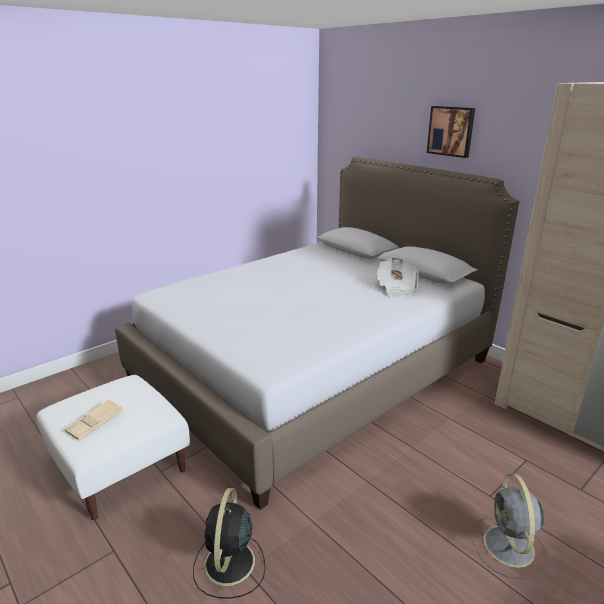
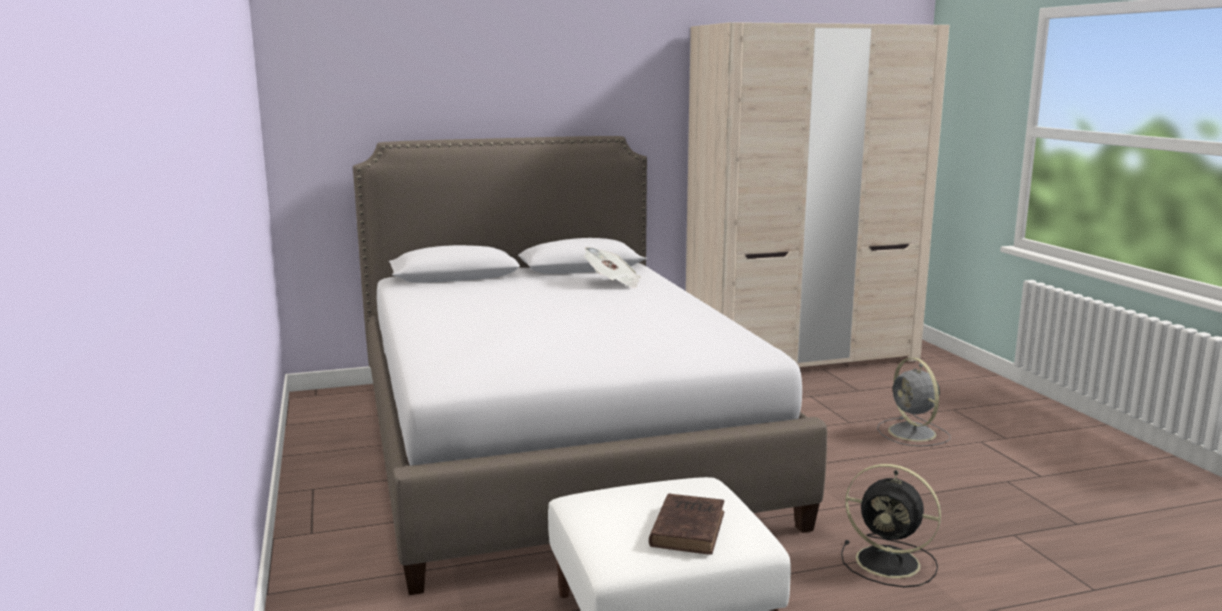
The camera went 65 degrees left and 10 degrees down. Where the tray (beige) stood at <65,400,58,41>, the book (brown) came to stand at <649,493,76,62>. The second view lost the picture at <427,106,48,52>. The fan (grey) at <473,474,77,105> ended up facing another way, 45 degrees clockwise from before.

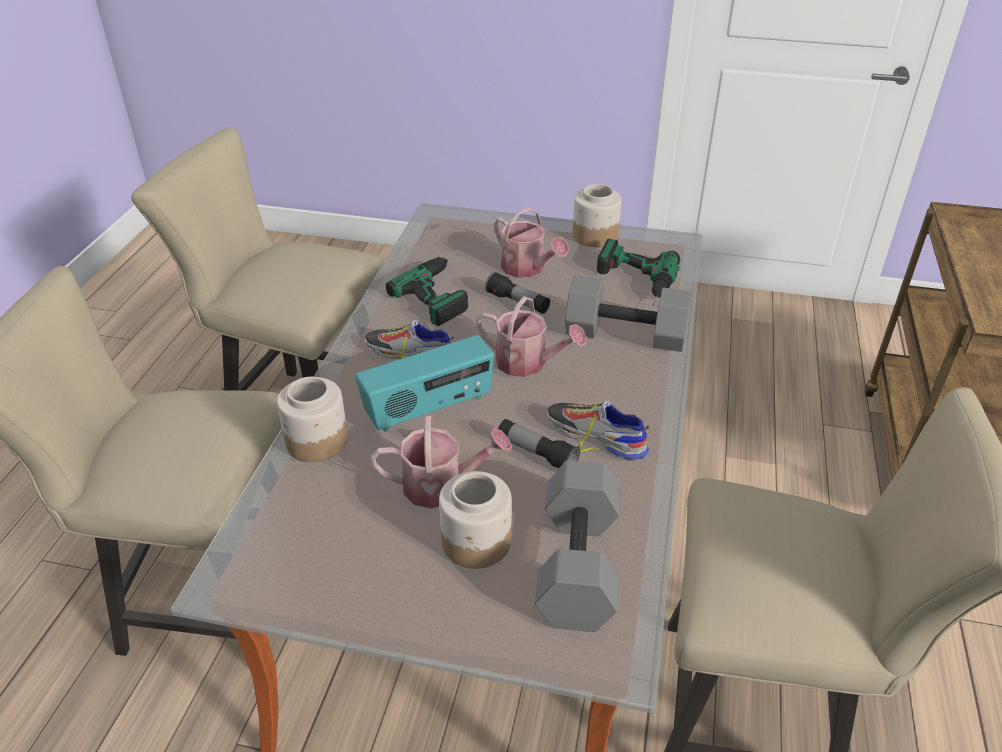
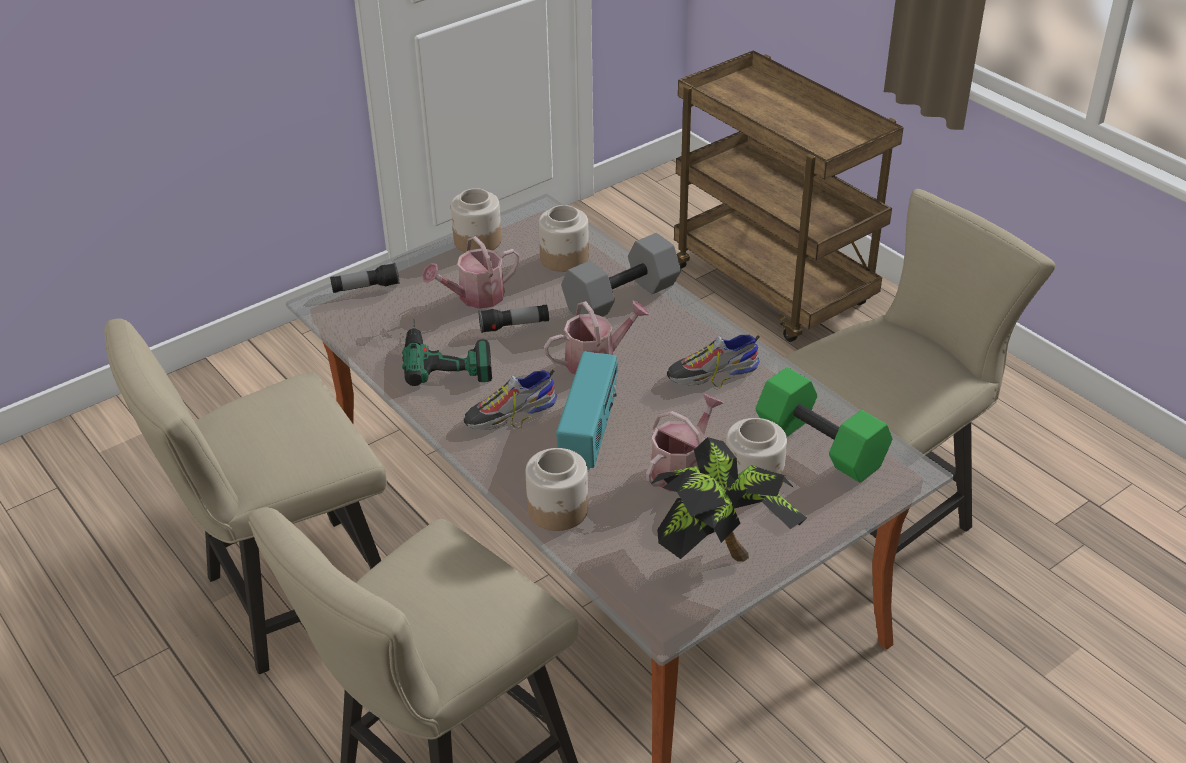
The camera went 50 degrees left and 0 degrees up. The watering can at <494,207,75,71> ended up facing another way, 150 degrees clockwise from before. The flashlight ended up elsewhere, having gone from <498,419,82,49> to <330,263,69,30>. What was the dumbbell (grey) at <535,460,85,172> turned into the dumbbell (green) at <756,367,136,116>. Where the power drill stood at <597,239,83,67>, the jar came to stand at <539,205,50,67>. The second view gained the potted plant at <651,437,156,124>.

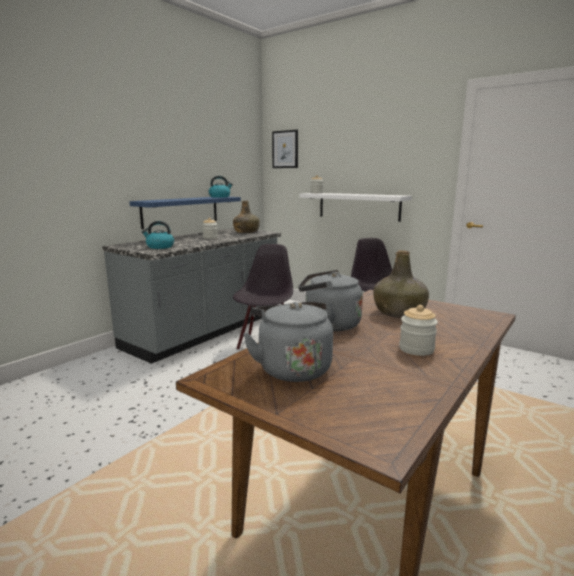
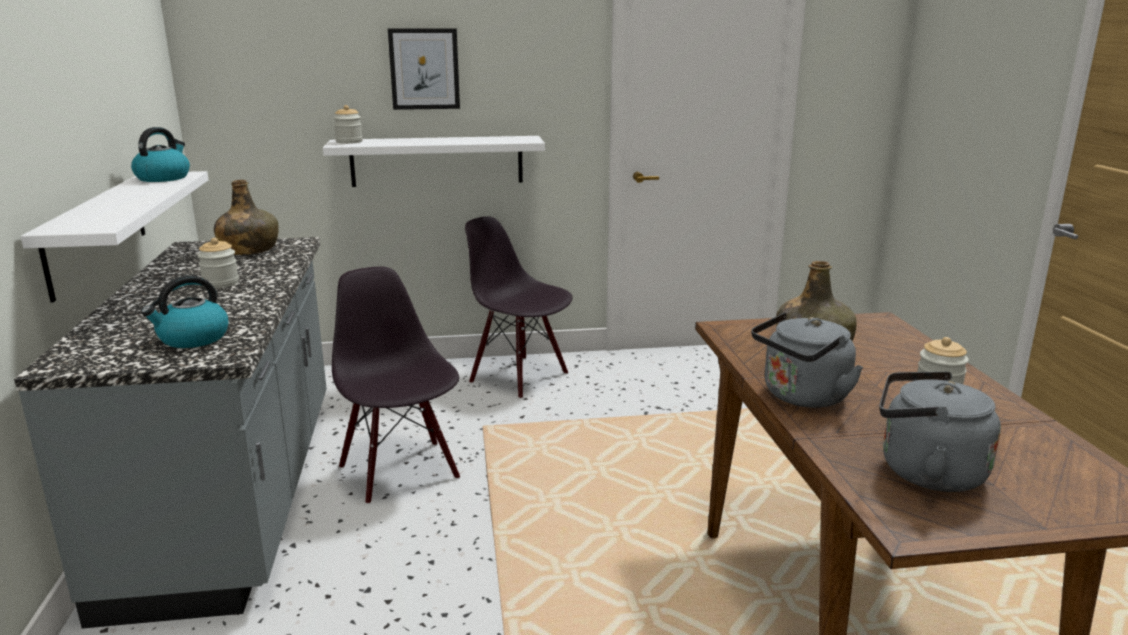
The camera went 45 degrees left and 5 degrees up. What was the shelf (blue) at <129,197,112,32> turned into the shelf (white) at <21,171,187,132>. The picture ended up elsewhere, having gone from <272,130,26,38> to <388,28,72,82>.

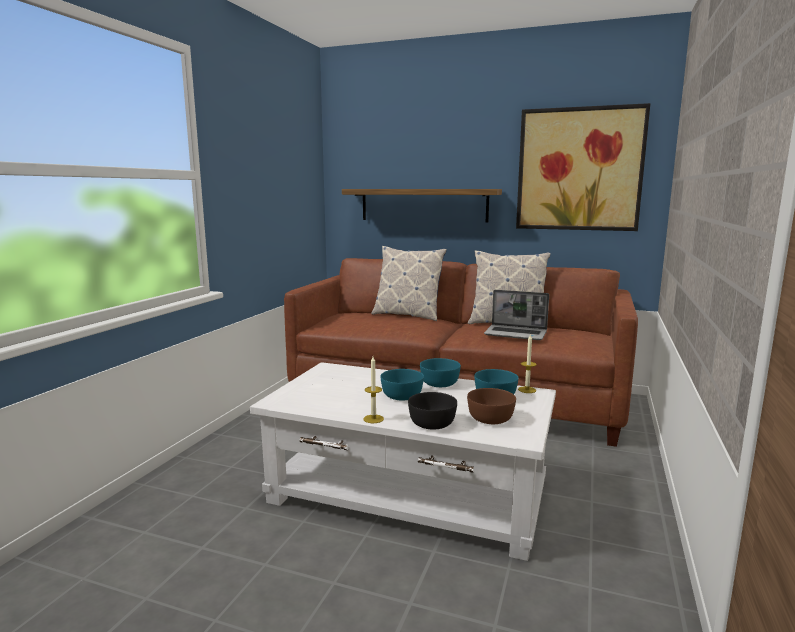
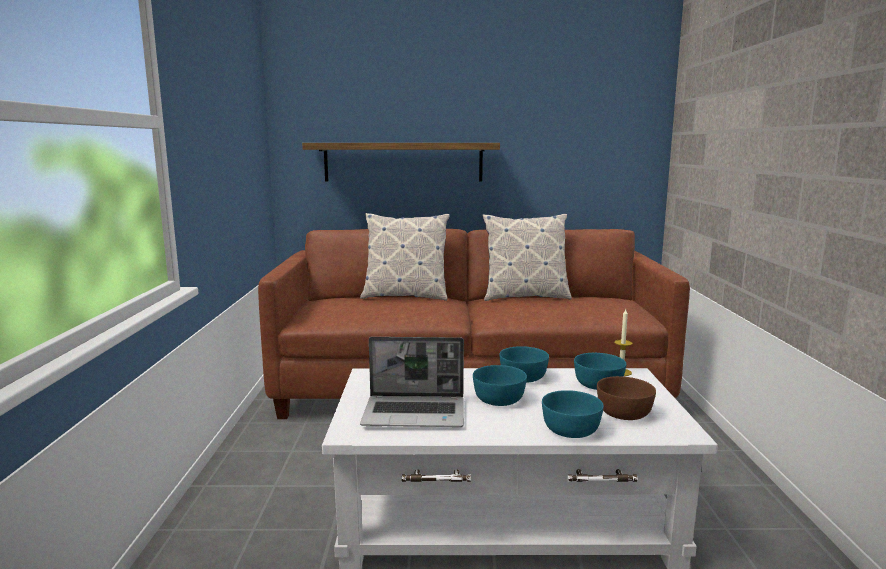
The camera went 20 degrees left and 0 degrees up. The second view lost the candle at <364,357,20,66>. What was the bowl (black) at <408,392,49,37> turned into the bowl (turquoise) at <542,390,62,48>. The laptop ended up elsewhere, having gone from <484,290,65,50> to <360,337,104,90>. The second view lost the picture at <516,103,134,128>.

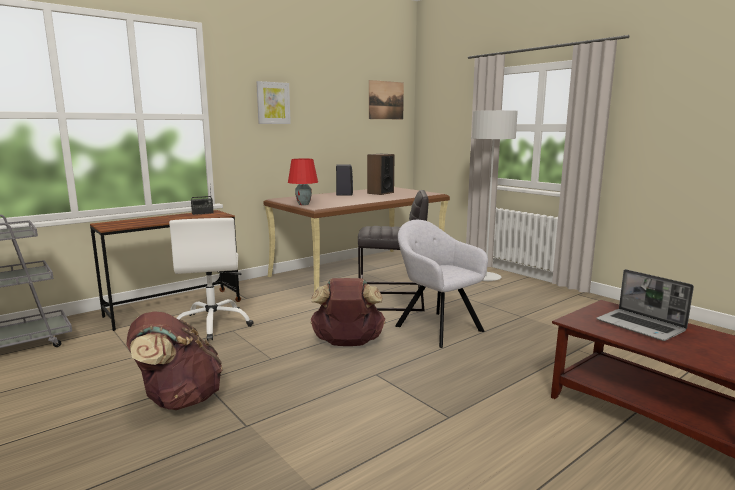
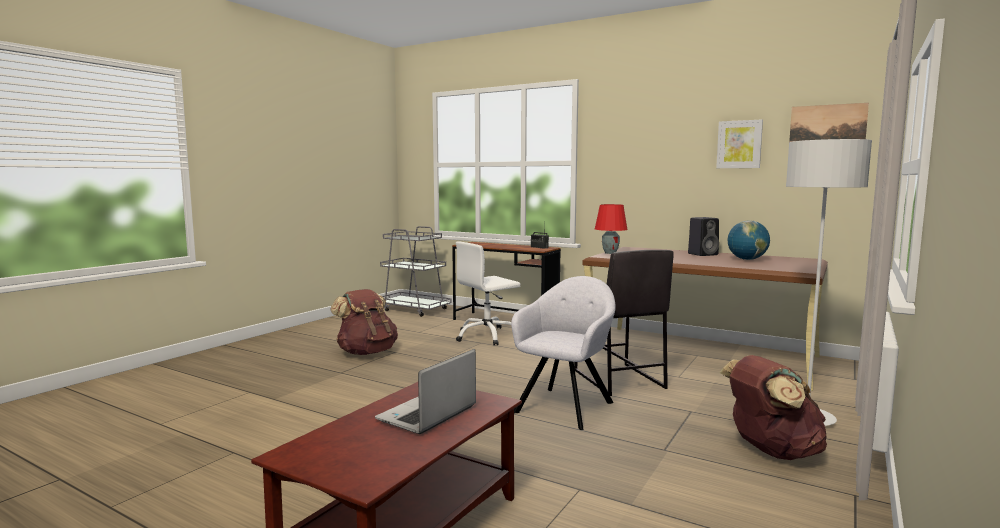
The camera went 70 degrees right and 5 degrees down. The picture ended up elsewhere, having gone from <256,81,35,43> to <716,120,47,48>. The backpack (brown) ended up elsewhere, having gone from <310,278,75,68> to <719,355,108,105>. Where the speaker stood at <367,154,28,41>, the globe came to stand at <728,221,42,39>.

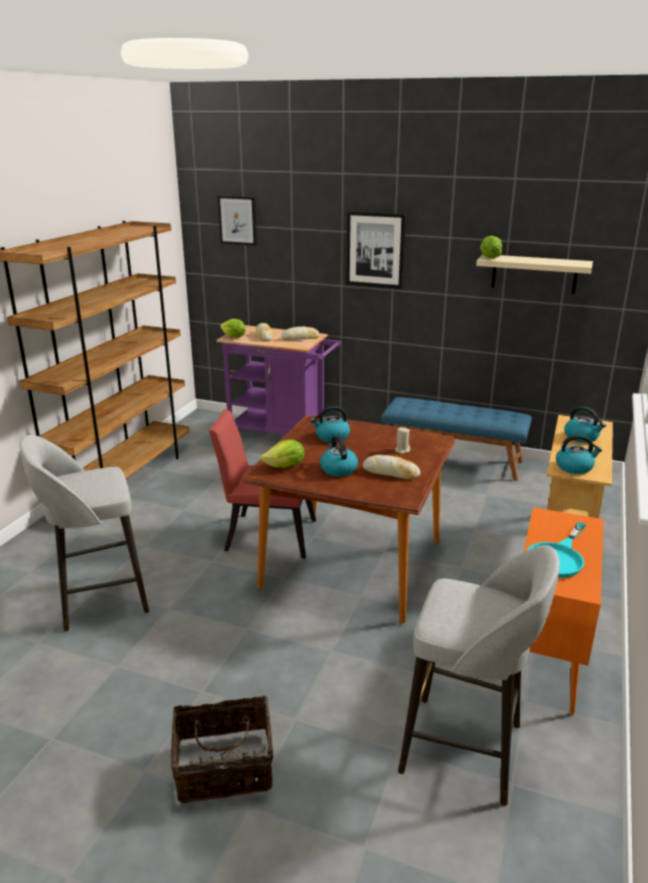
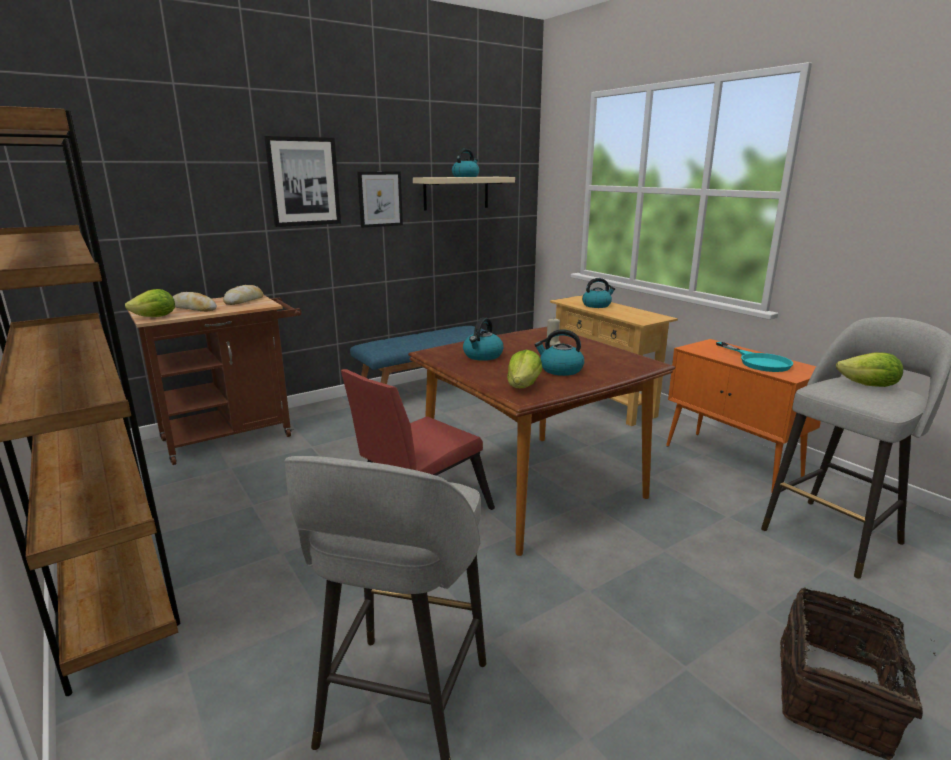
The camera went 55 degrees left and 5 degrees down. The picture ended up elsewhere, having gone from <217,195,40,51> to <357,172,46,56>. What was the cart (purple) at <217,325,124,110> turned into the cart (brown) at <128,295,173,170>. The second view lost the bread at <363,455,57,25>. The lettuce ended up elsewhere, having gone from <480,236,22,22> to <836,352,67,35>. The kettle ended up elsewhere, having gone from <556,435,46,39> to <452,149,27,28>.

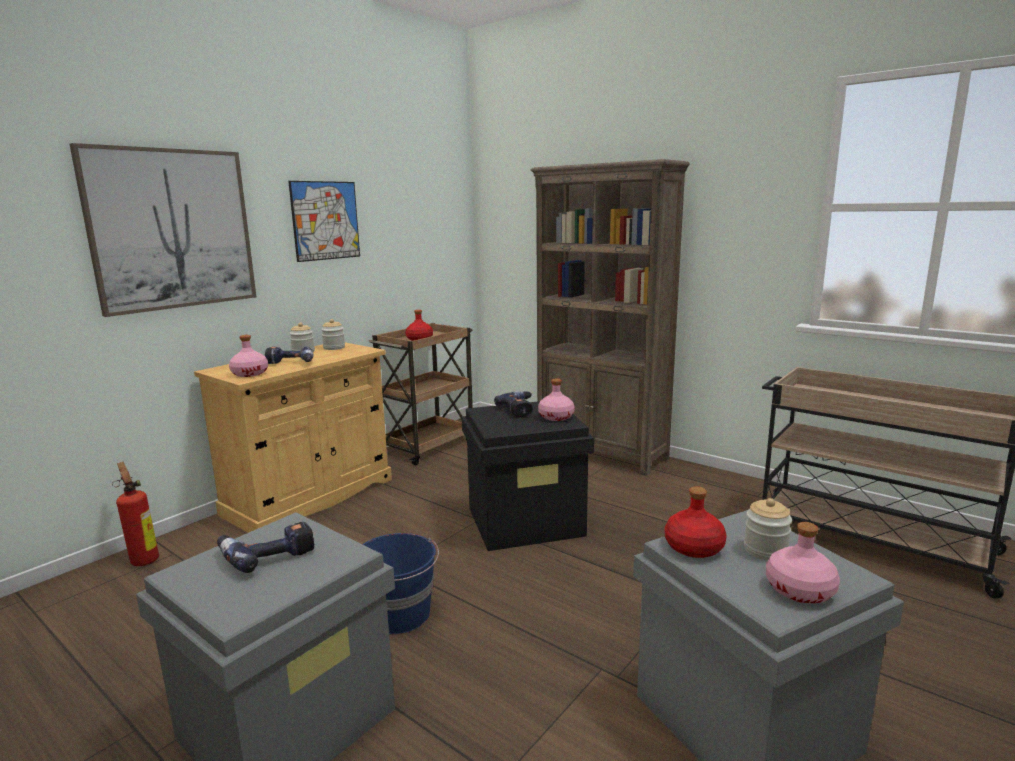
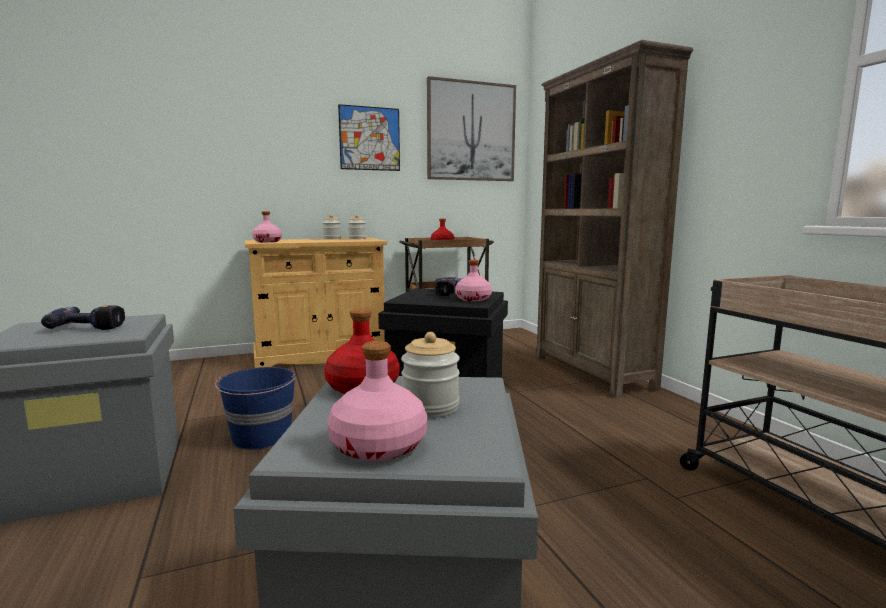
The camera went 30 degrees right and 5 degrees down. The picture ended up elsewhere, having gone from <70,143,186,174> to <427,76,89,105>. The second view lost the fire extinguisher at <112,462,47,104>. The second view lost the power drill at <265,346,49,18>.

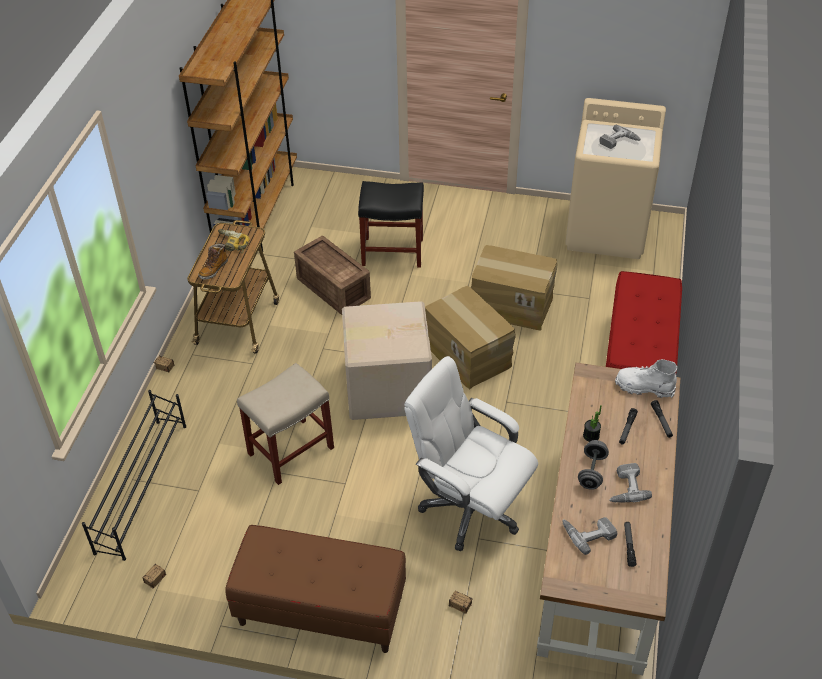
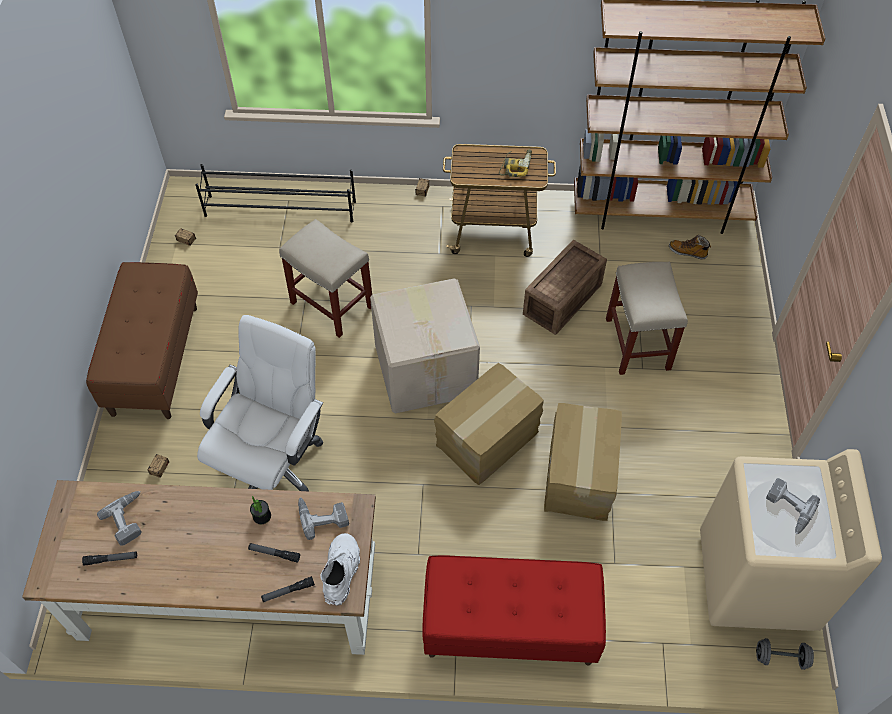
The camera went 80 degrees right and 10 degrees up. The boot ended up elsewhere, having gone from <198,243,30,37> to <669,235,42,24>. What was the stool (black) at <358,181,66,87> turned into the stool (beige) at <606,262,82,113>. The dumbbell (grey) ended up elsewhere, having gone from <578,440,31,50> to <756,638,58,32>. The power drill ended up elsewhere, having gone from <610,463,42,39> to <298,498,51,42>.

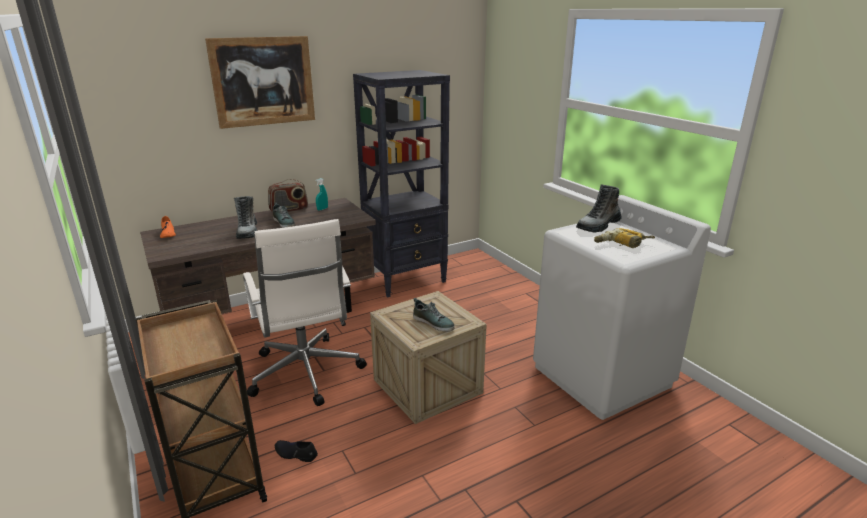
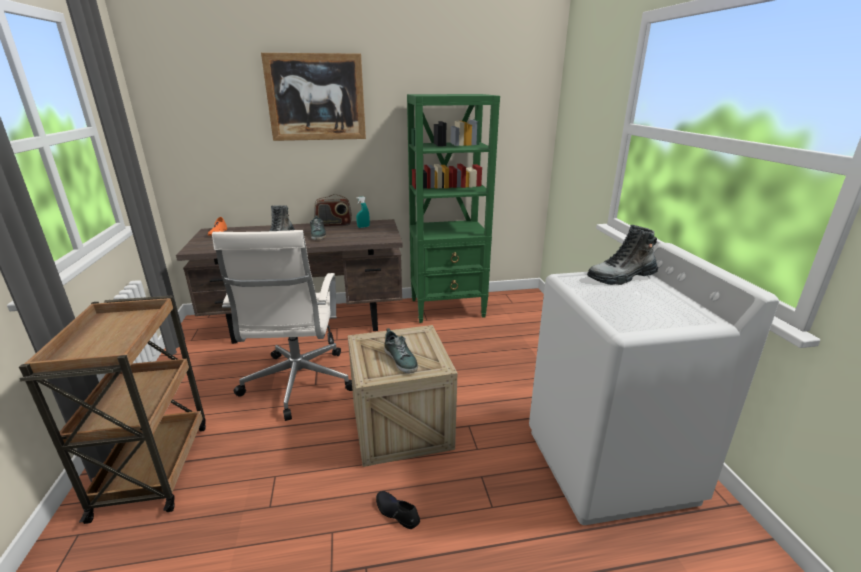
The camera went 20 degrees right and 0 degrees up. The shoe (black) ended up elsewhere, having gone from <275,440,43,22> to <376,491,44,38>. What was the bookcase (black) at <353,70,97,227> turned into the bookcase (green) at <407,94,93,229>. The second view lost the power drill at <594,228,61,20>.

